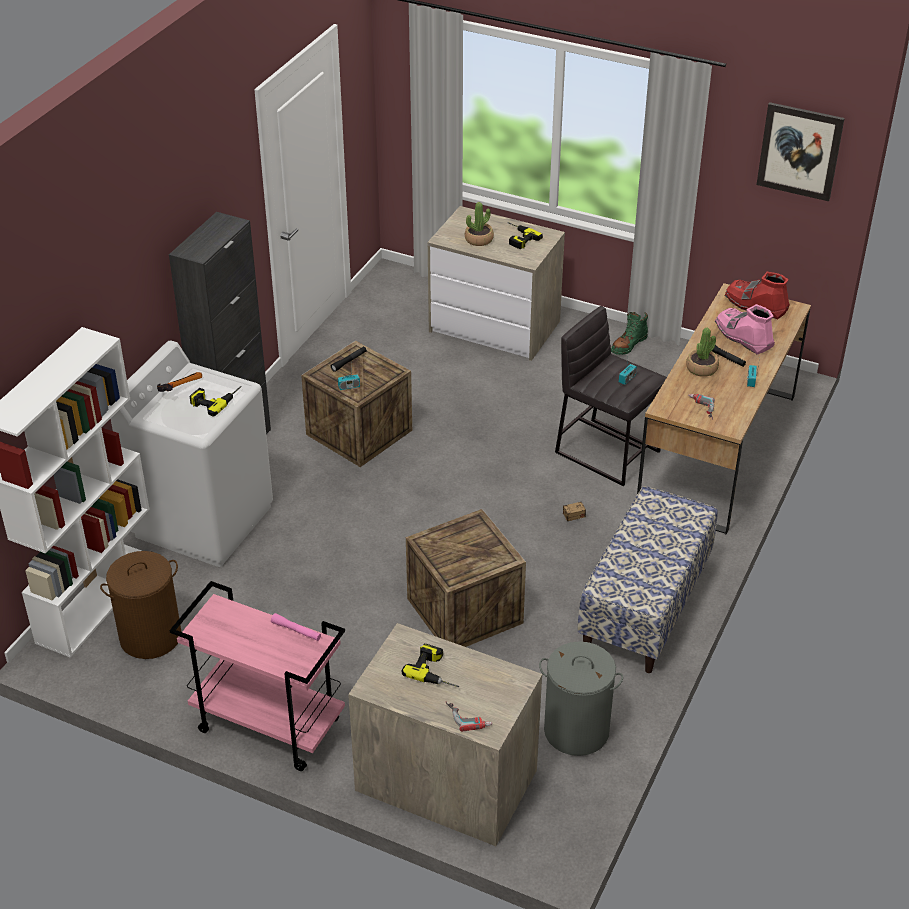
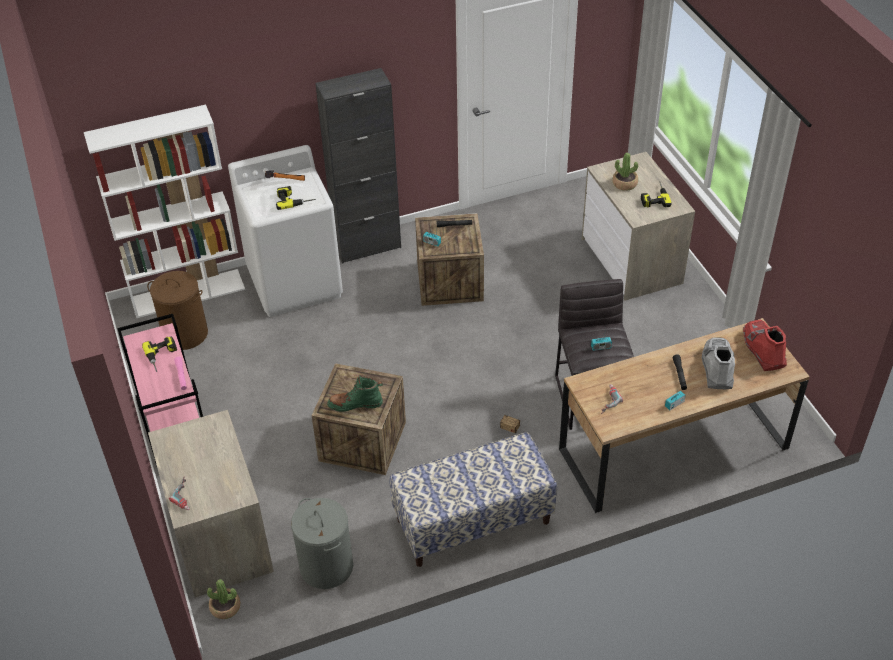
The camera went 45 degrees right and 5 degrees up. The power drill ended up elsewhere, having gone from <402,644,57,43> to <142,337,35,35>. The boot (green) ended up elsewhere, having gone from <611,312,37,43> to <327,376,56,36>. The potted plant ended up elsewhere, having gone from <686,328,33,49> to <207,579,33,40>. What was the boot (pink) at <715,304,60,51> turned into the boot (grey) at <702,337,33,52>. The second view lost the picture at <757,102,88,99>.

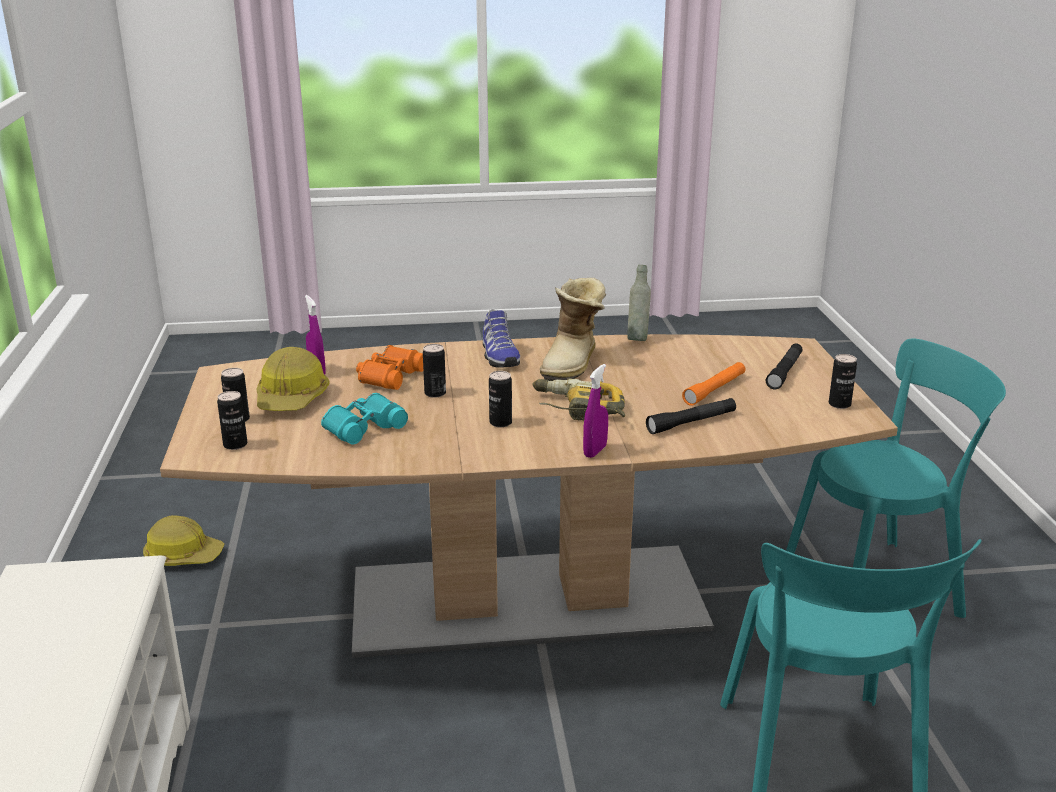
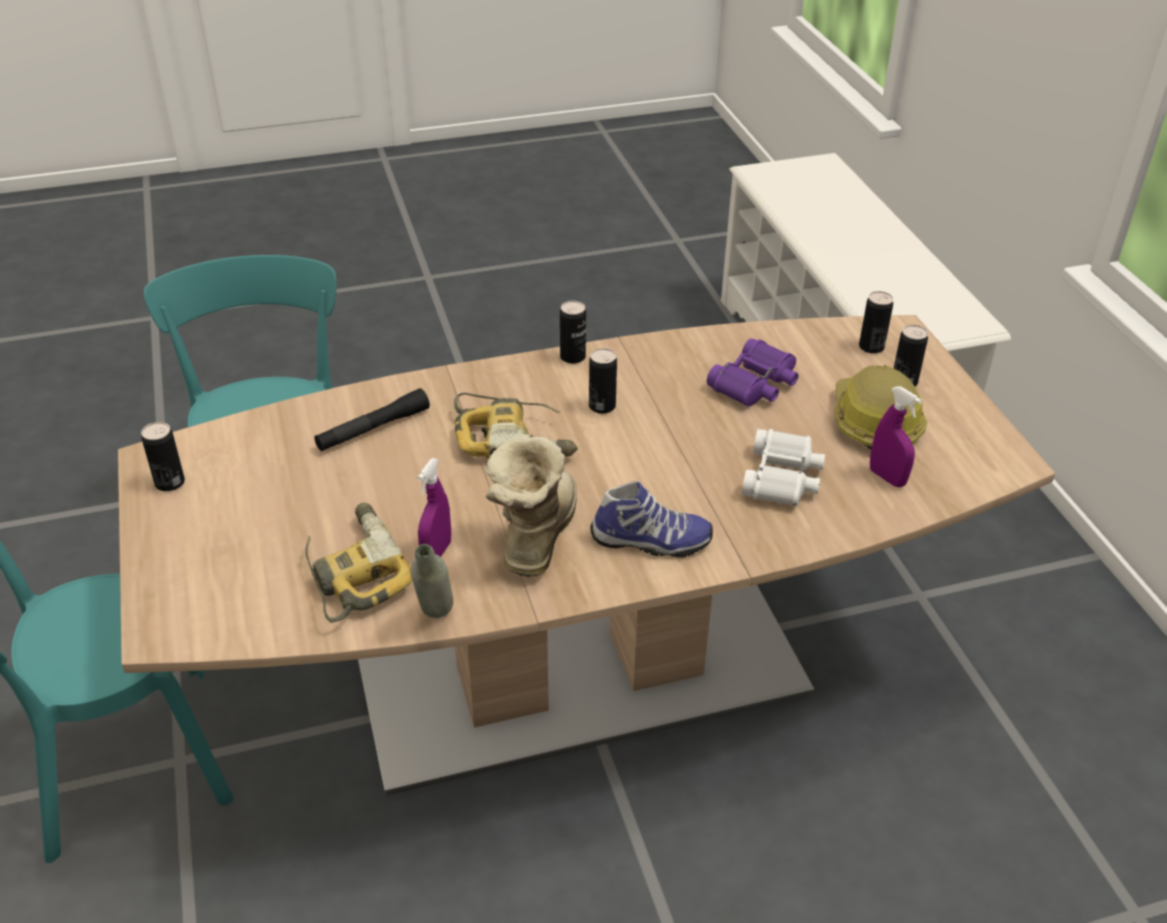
The camera went 170 degrees right and 15 degrees up. The second view lost the hard hat at <143,515,82,51>. What was the binoculars (turquoise) at <321,393,87,51> turned into the binoculars (purple) at <707,338,91,68>. What was the binoculars (orange) at <356,345,67,45> turned into the binoculars (white) at <742,429,83,77>. The can ended up elsewhere, having gone from <423,344,23,54> to <560,301,26,63>. The shoe at <483,309,37,59> ended up facing another way, 120 degrees clockwise from before. The spray bottle (purple) ended up elsewhere, having gone from <583,364,25,94> to <417,458,34,99>. The second view lost the flashlight (orange) at <682,362,63,44>. The second view lost the flashlight (black) at <766,344,37,45>. The second view gained the power drill at <305,503,107,120>.

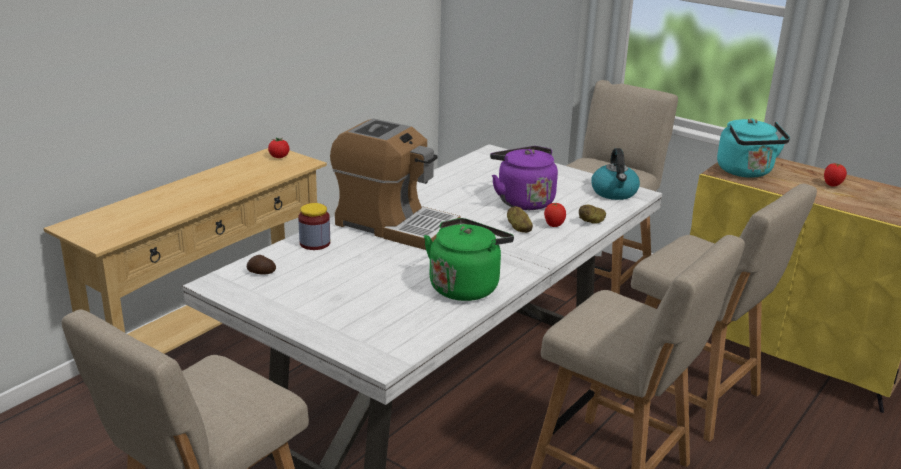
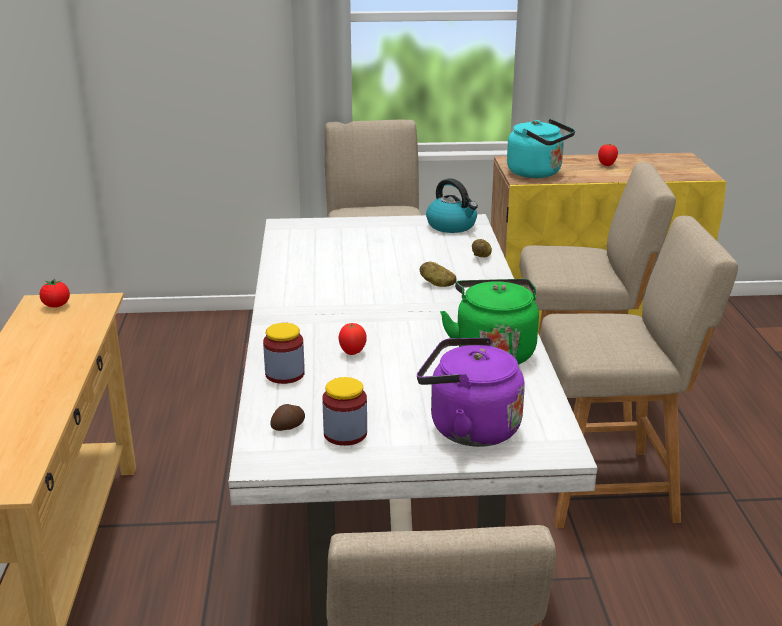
The camera went 40 degrees left and 0 degrees up. The second view lost the coffee machine at <330,118,130,132>. The kettle (purple) ended up elsewhere, having gone from <490,146,68,64> to <417,337,108,110>. The tomato ended up elsewhere, having gone from <544,203,22,24> to <338,323,29,32>. The second view gained the jar at <322,377,45,69>.

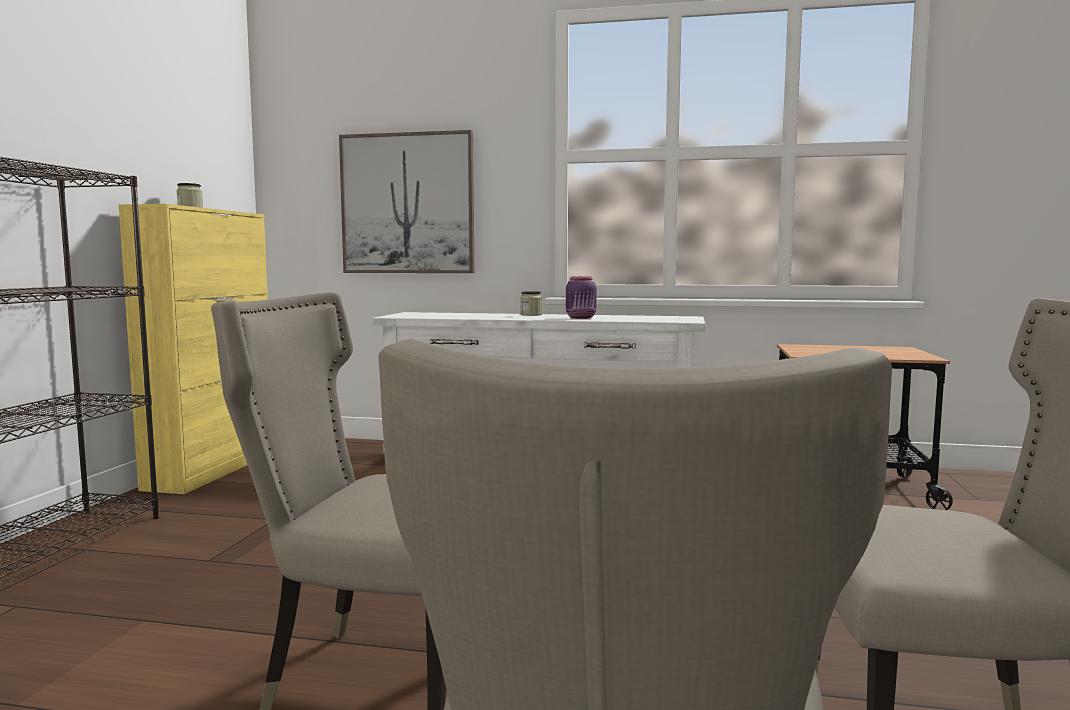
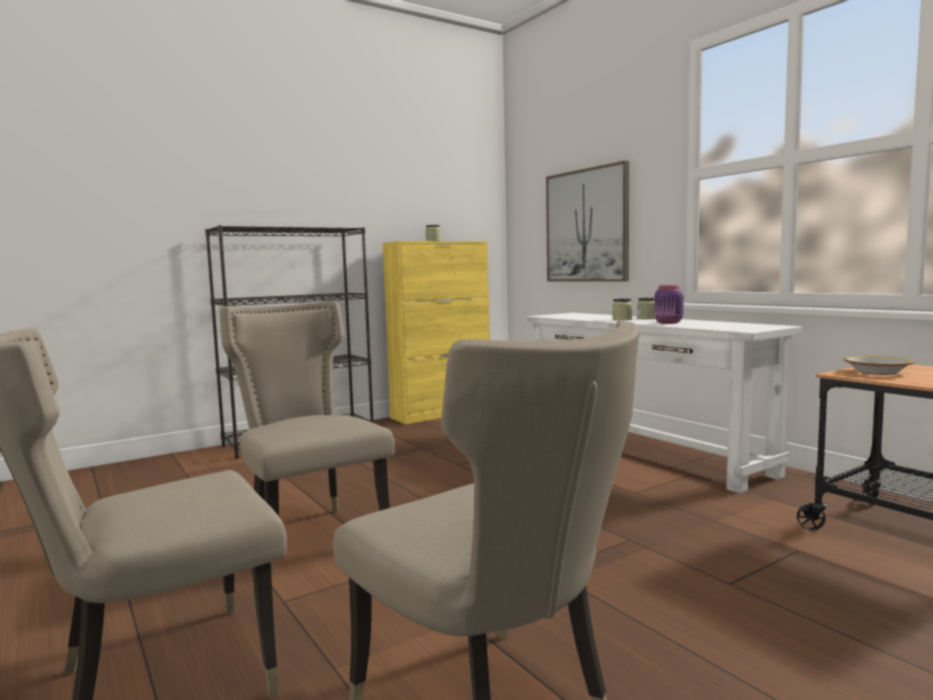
The camera went 45 degrees right and 0 degrees up. The second view gained the jar at <612,298,20,22>. The second view gained the bowl at <844,356,70,19>.

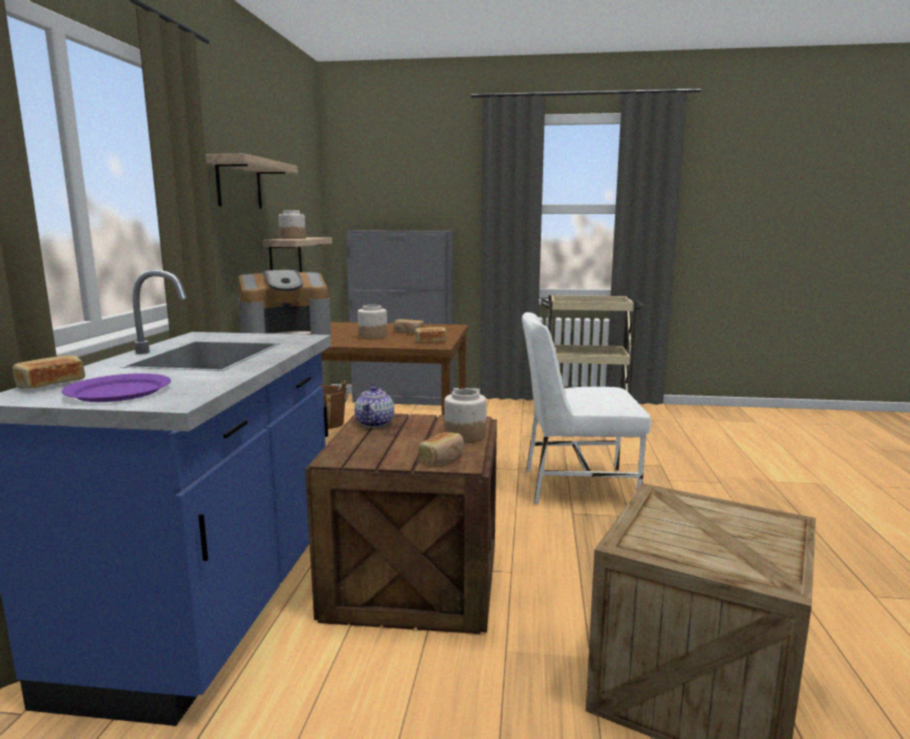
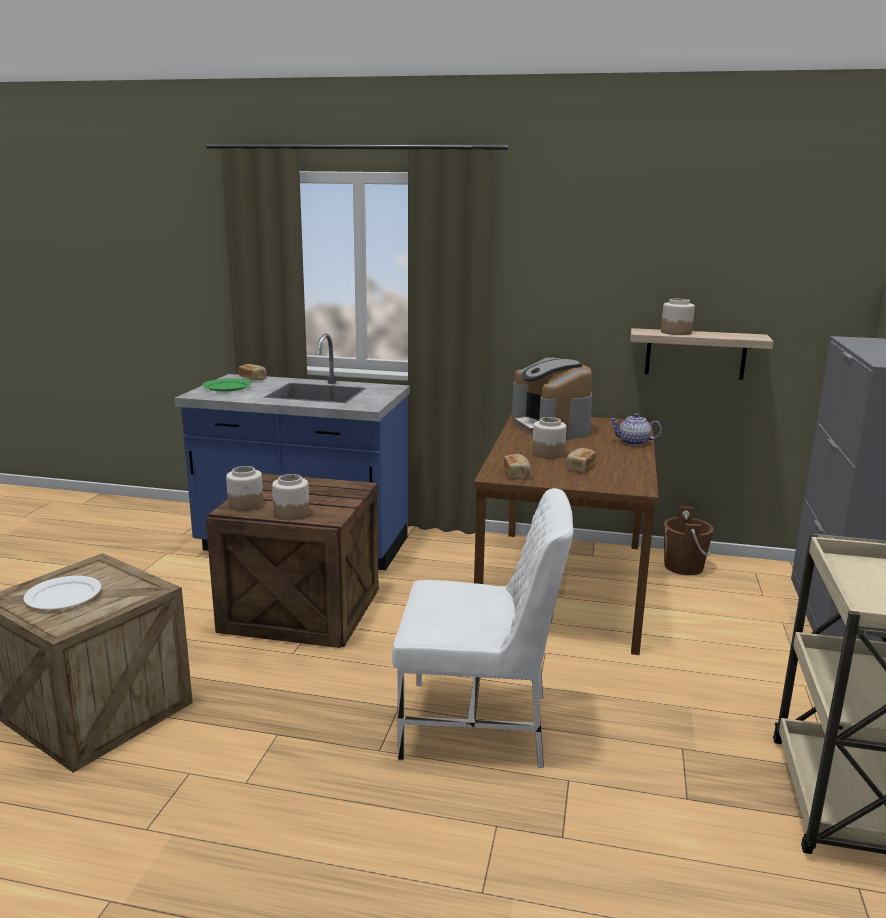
The camera went 95 degrees right and 5 degrees up. What was the plate (purple) at <62,373,109,29> turned into the plate (green) at <202,378,50,13>. The second view lost the shelf at <206,154,92,55>. The teapot ended up elsewhere, having gone from <354,386,40,42> to <610,413,52,33>. Where the bread stood at <418,432,46,34>, the jar came to stand at <226,466,37,45>. The chair (white) at <522,312,129,192> ended up facing another way, 90 degrees clockwise from before. The second view gained the plate (white) at <24,576,77,34>.

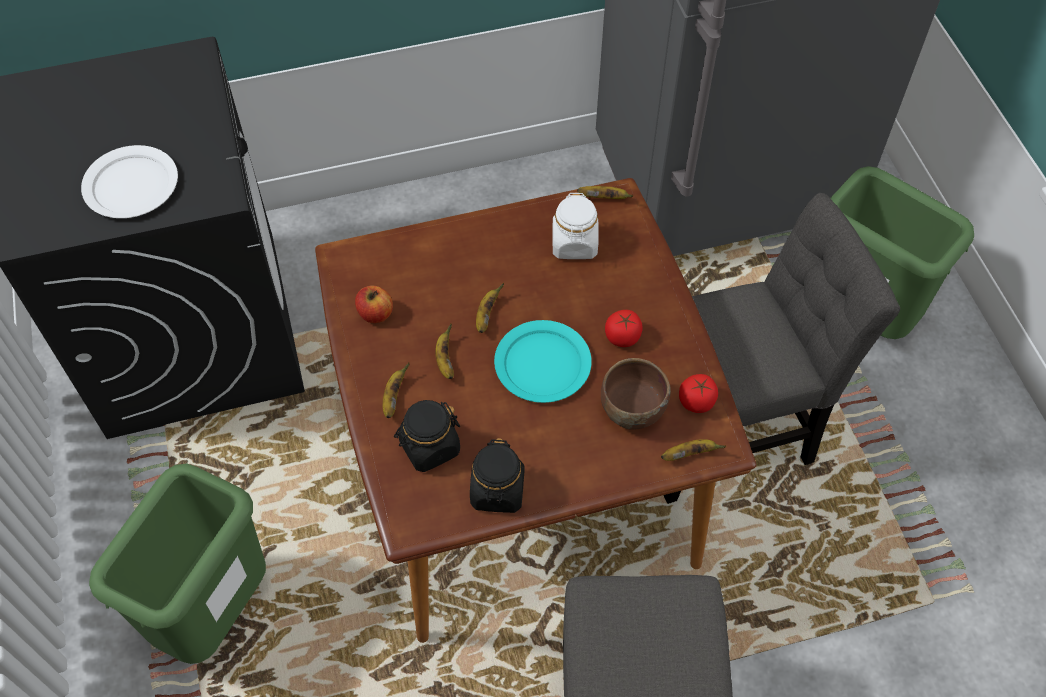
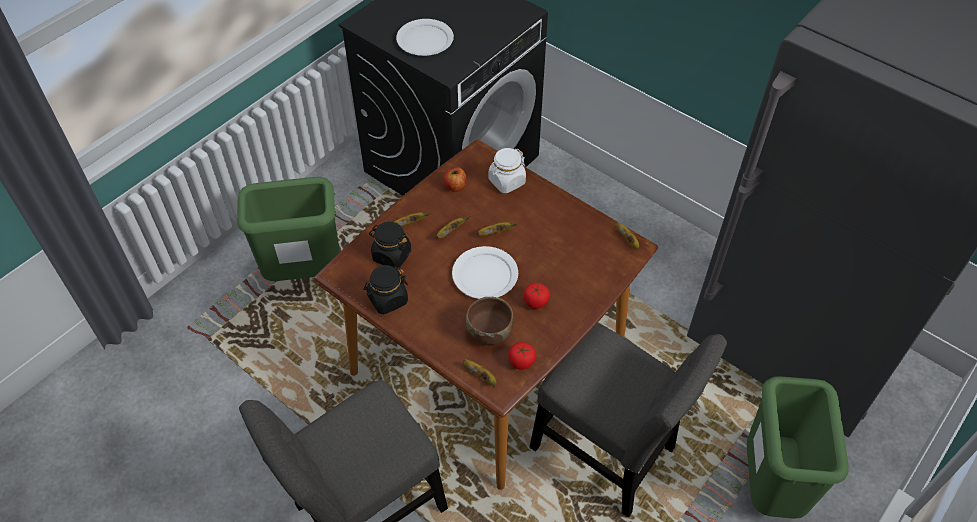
The camera went 55 degrees right and 5 degrees down. What was the plate (turquoise) at <494,320,98,83> turned into the plate (white) at <452,246,66,53>. The jar (white) ended up elsewhere, having gone from <553,192,46,67> to <489,148,37,45>.

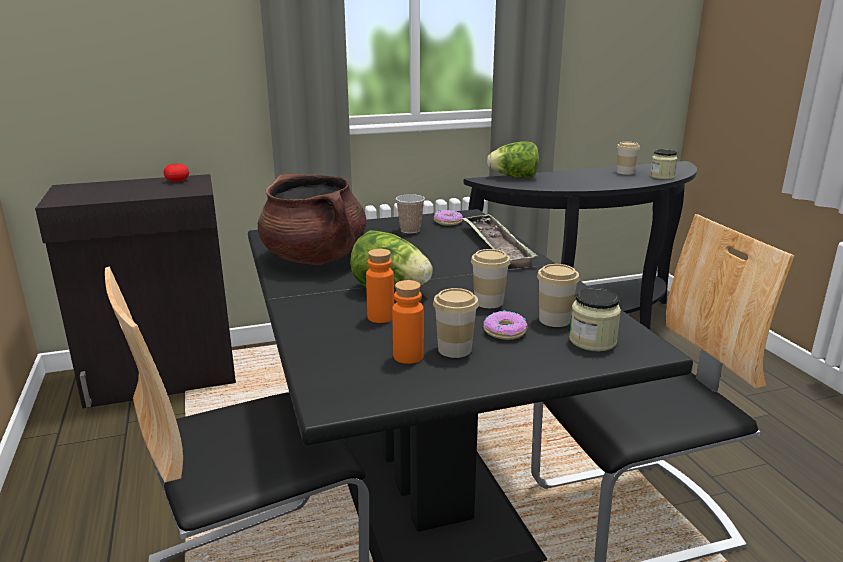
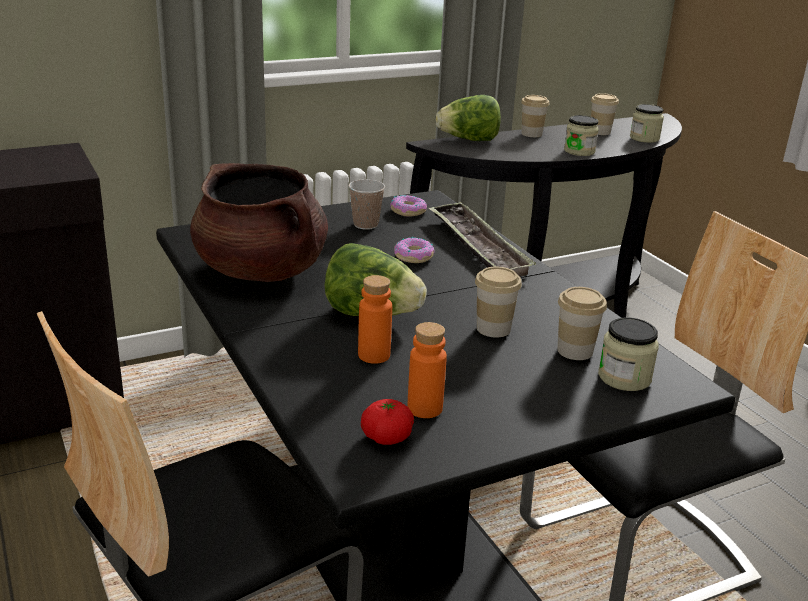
The camera went 10 degrees left and 5 degrees up. The tomato ended up elsewhere, having gone from <164,163,25,19> to <361,399,53,46>. The cup ended up elsewhere, having gone from <433,288,46,70> to <521,95,28,42>. The donut ended up elsewhere, having gone from <484,310,44,30> to <394,237,41,26>. The second view gained the jar at <564,115,35,41>.

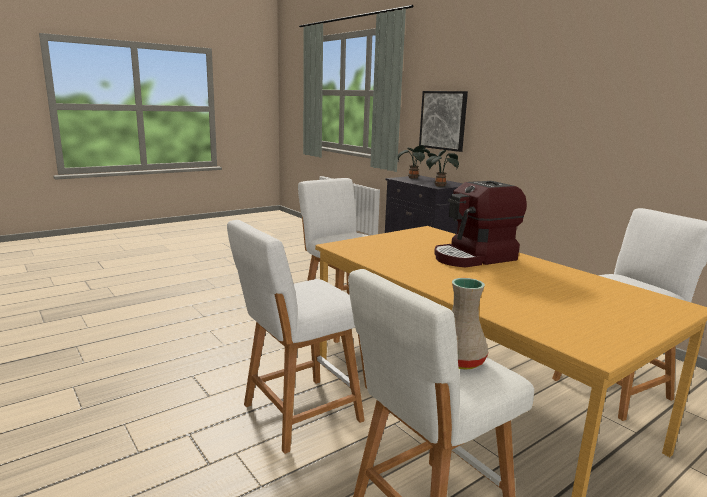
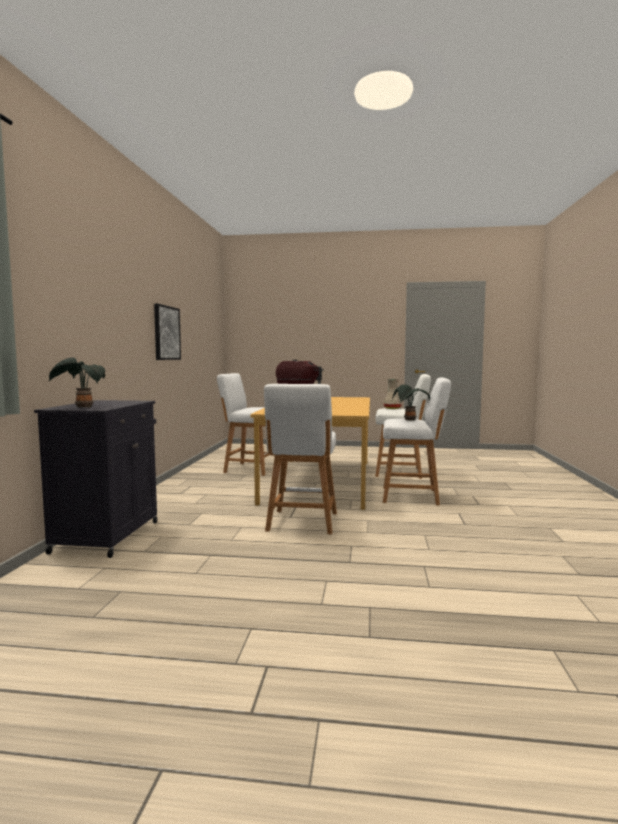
The camera went 135 degrees left and 10 degrees down. The picture ended up elsewhere, having gone from <419,91,49,61> to <154,304,27,56>. The potted plant ended up elsewhere, having gone from <426,150,33,37> to <392,384,38,36>.

